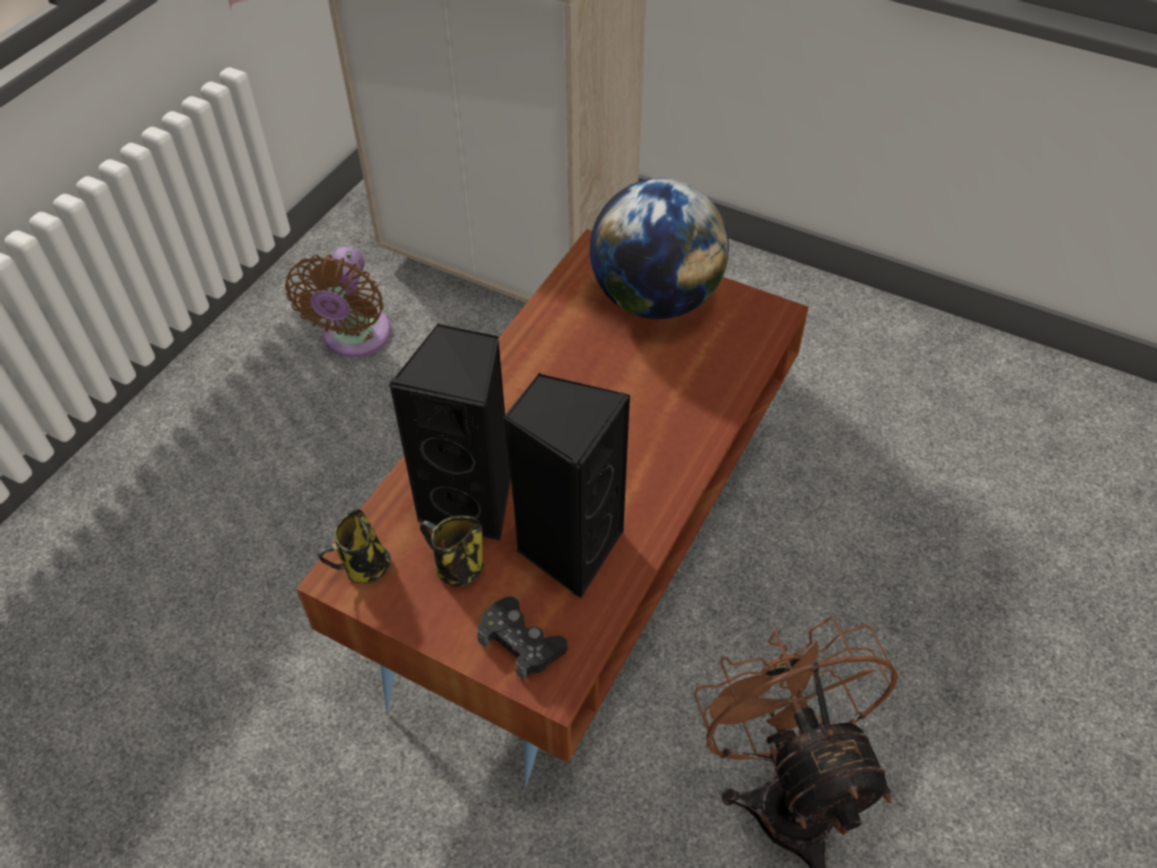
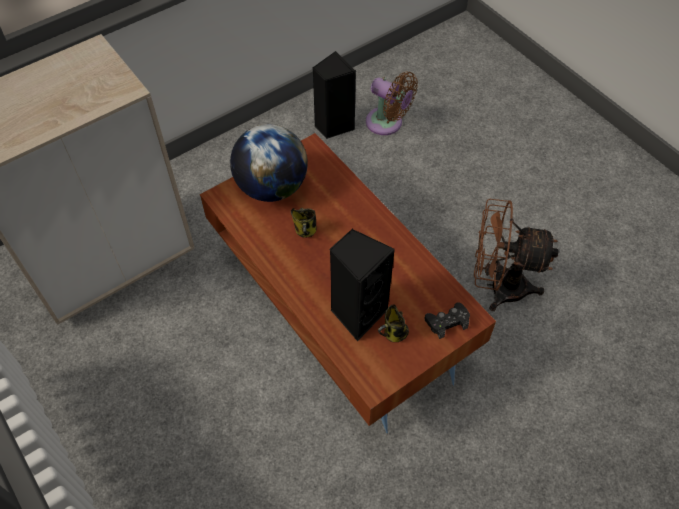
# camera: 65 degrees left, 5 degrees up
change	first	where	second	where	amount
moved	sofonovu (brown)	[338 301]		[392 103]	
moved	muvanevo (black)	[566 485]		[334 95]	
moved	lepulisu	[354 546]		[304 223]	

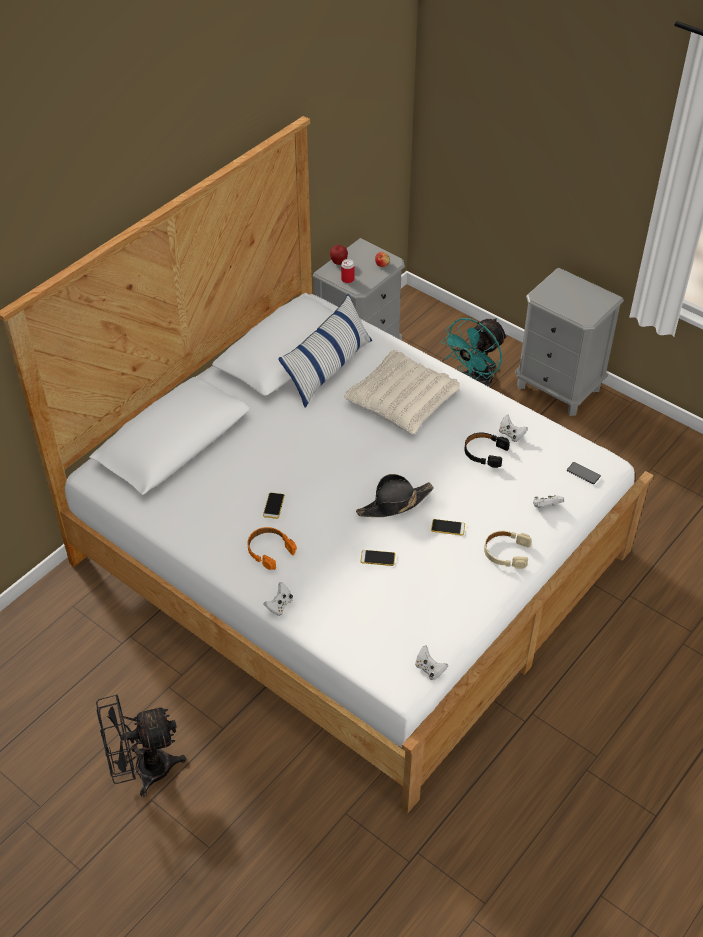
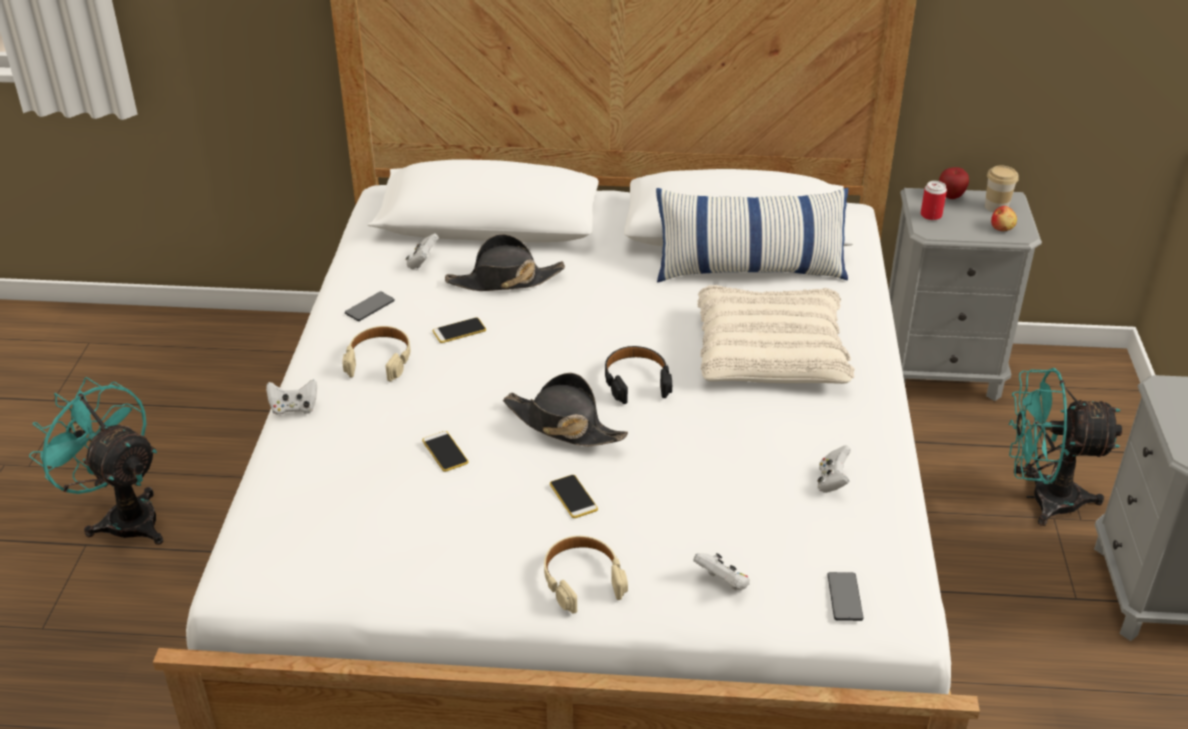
# camera: 55 degrees right, 10 degrees down
change	first	where	second	where	amount
moved	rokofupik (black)	[487 450]		[638 375]	
recoloured	rokofupik (orange)	[272 548]	rokofupik (beige)	[377 353]	
moved	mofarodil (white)	[431 663]		[422 251]	
recoloured	sofonovu (black)	[141 745]	sofonovu (turquoise)	[96 461]	
added			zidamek	[1002 188]	
added			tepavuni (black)	[505 262]	
added			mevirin	[370 306]	

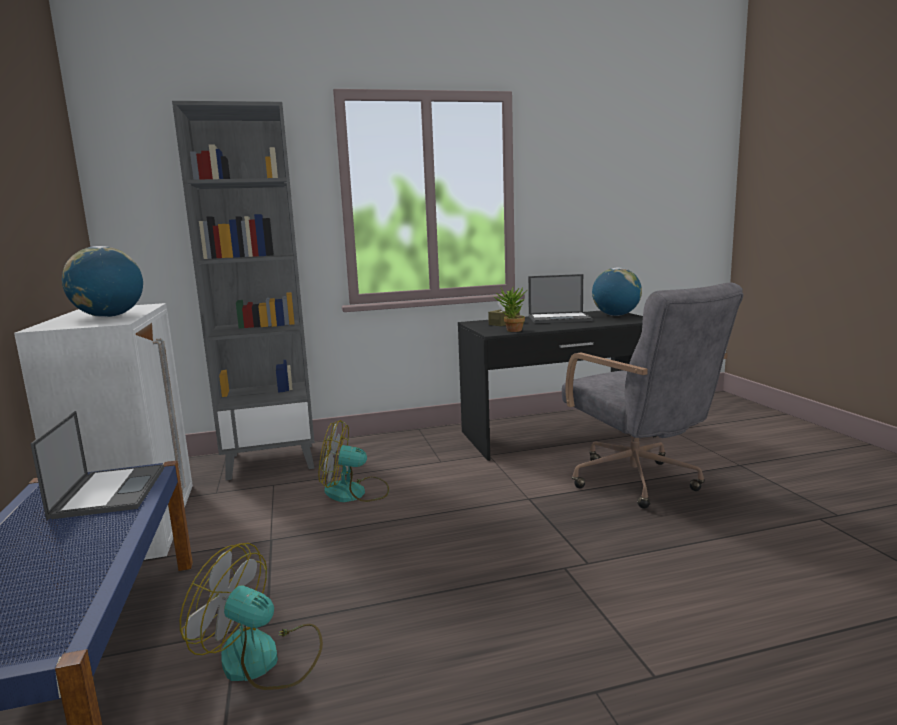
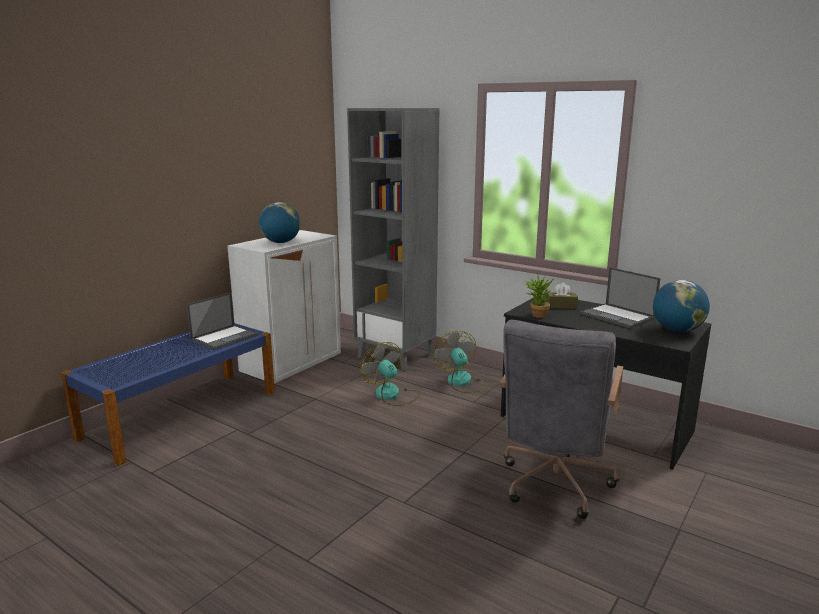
# camera: 50 degrees right, 5 degrees up
change	first	where	second	where	amount
moved	sofonovu	[251 616]		[462 362]	

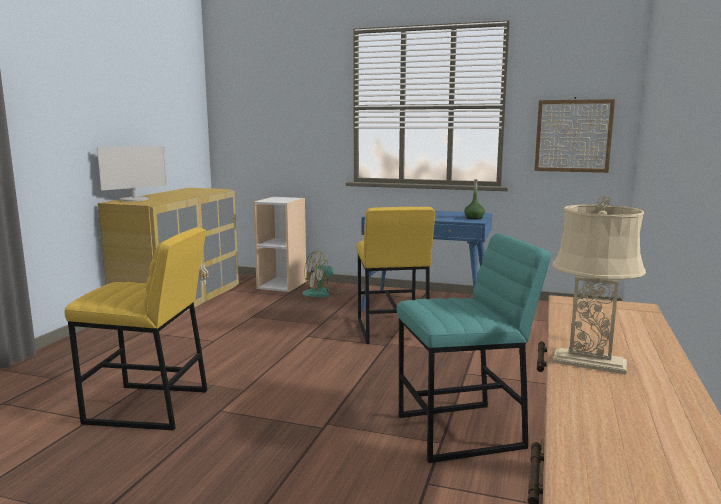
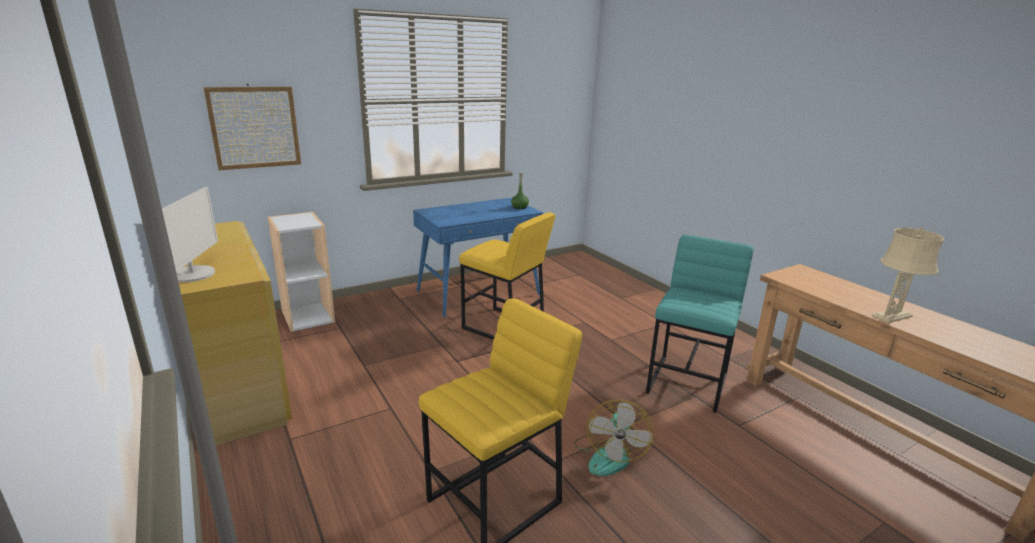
# camera: 50 degrees left, 10 degrees up
change	first	where	second	where	amount
moved	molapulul	[574 135]		[252 127]	
moved	sofonovu	[322 274]		[614 438]	

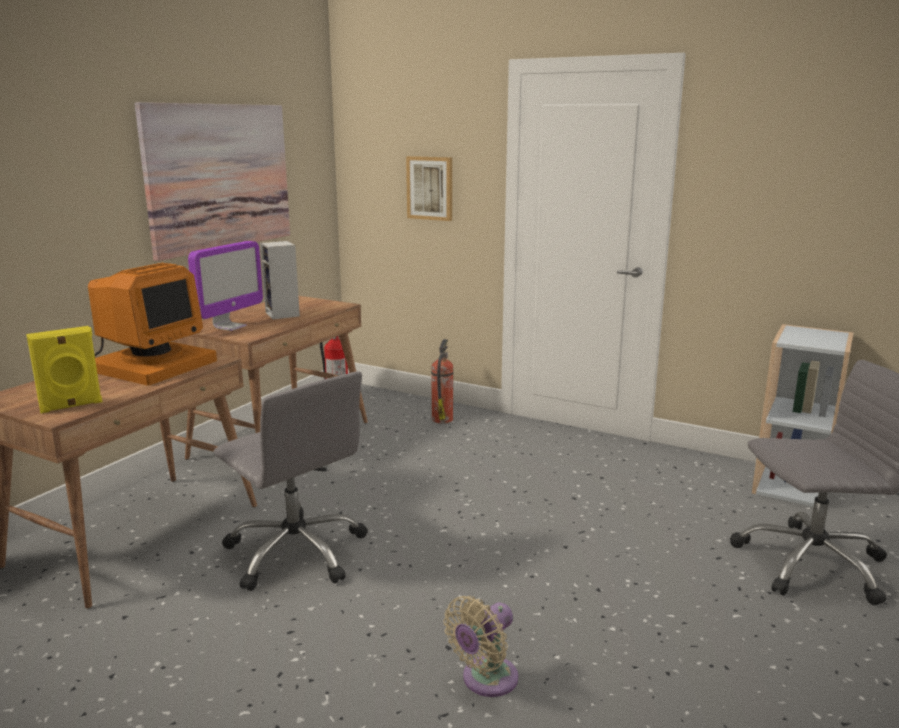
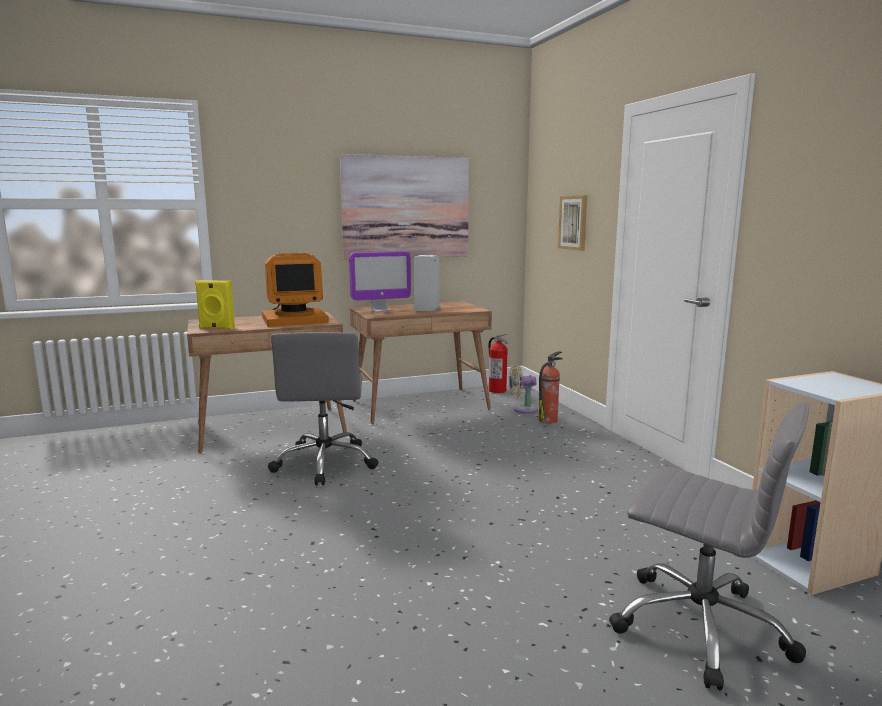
# camera: 40 degrees right, 5 degrees down
change	first	where	second	where	amount
moved	sofonovu (beige)	[481 646]		[523 389]	

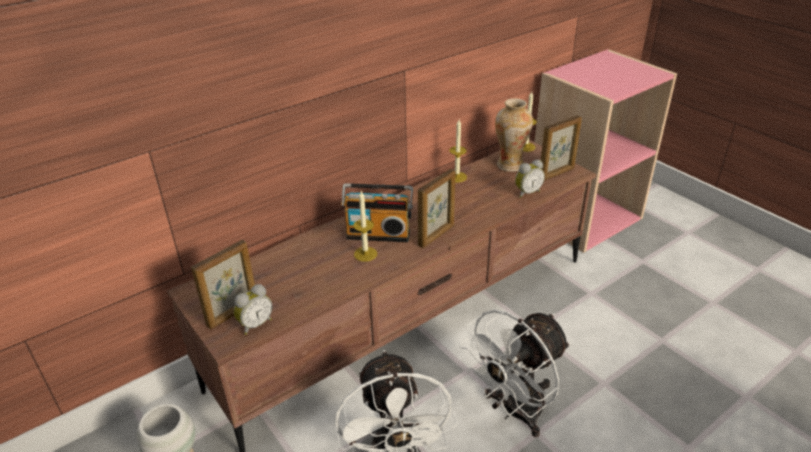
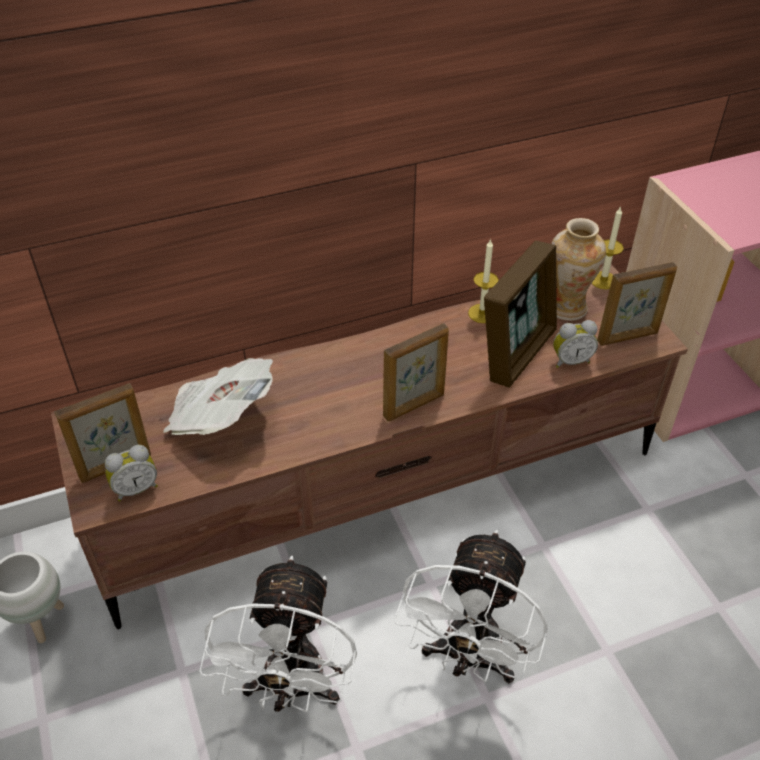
# camera: 15 degrees right, 10 degrees up
change	first	where	second	where	amount
removed	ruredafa	[377 212]			
removed	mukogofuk	[365 226]			
turned	sofonovu (white)	[514 373]		[471 606]	45 degrees counterclockwise
added			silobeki	[520 314]	
added			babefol	[218 396]	

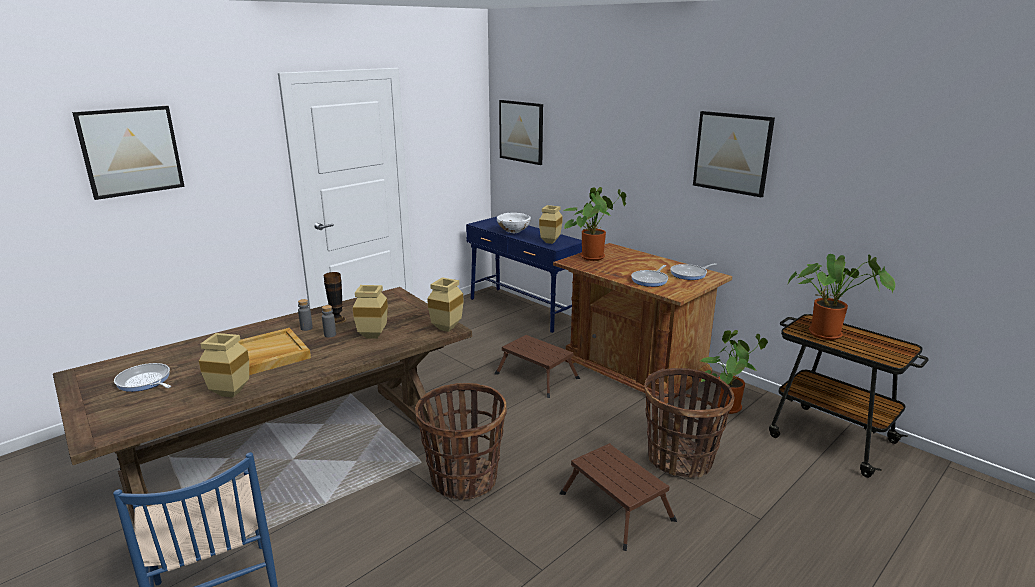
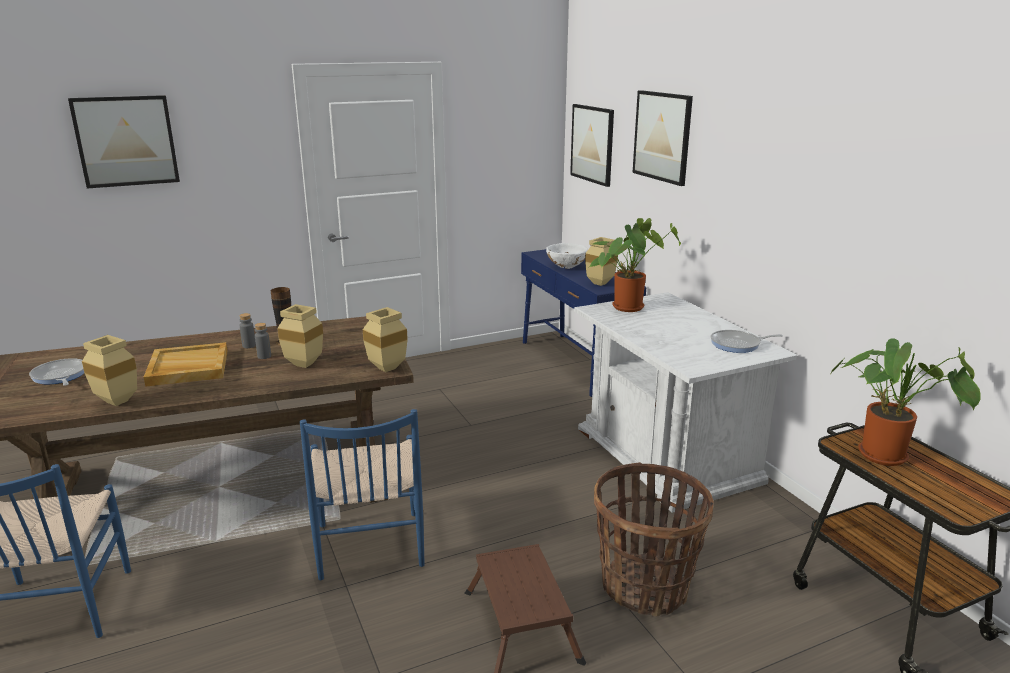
# camera: 20 degrees right, 0 degrees up
change	first	where	second	where	amount
moved	molapulul	[734 154]		[662 138]	
recoloured	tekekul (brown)	[642 323]	tekekul (white)	[685 402]	
removed	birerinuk	[649 276]			
removed	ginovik	[734 372]			
removed	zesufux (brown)	[537 366]			
replaced	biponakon	[461 441]	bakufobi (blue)	[362 494]	

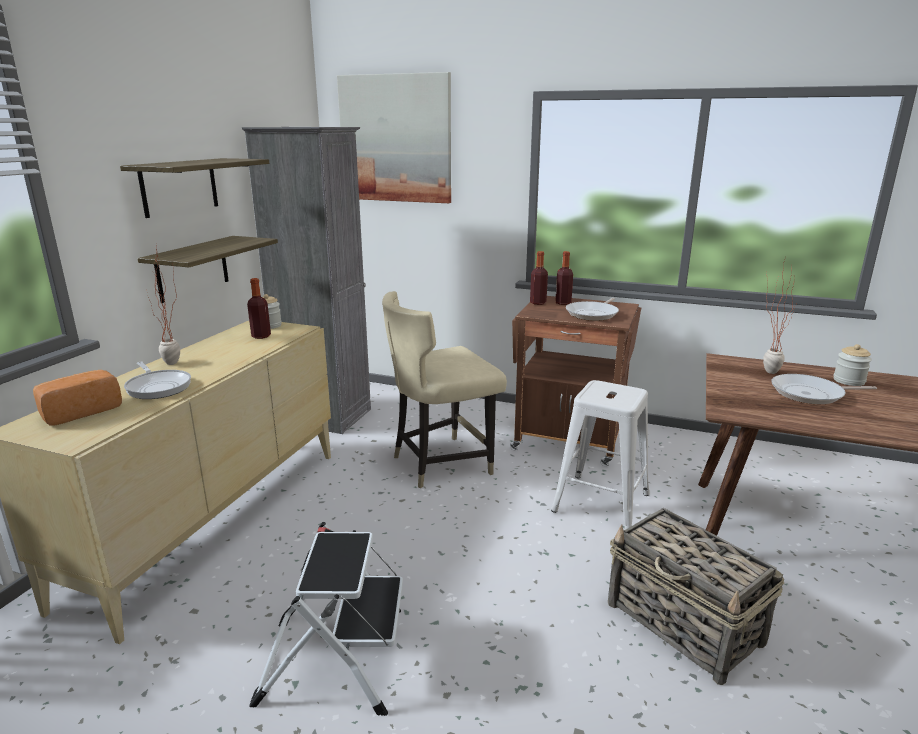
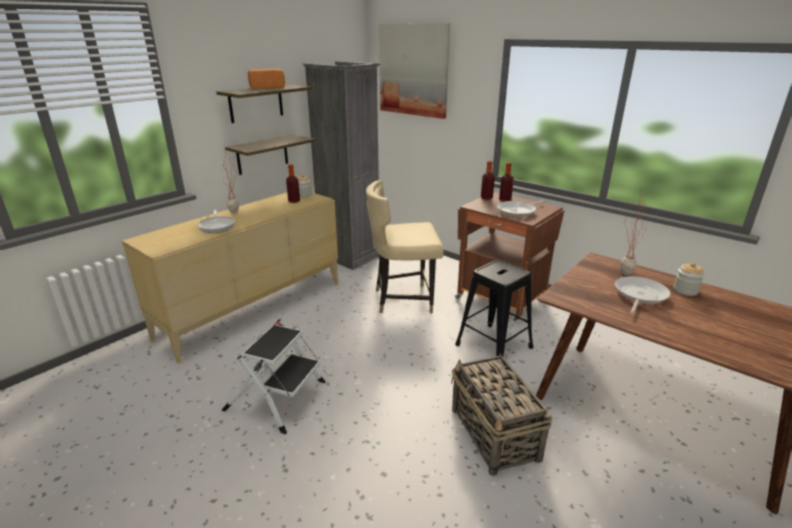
# camera: 20 degrees right, 5 degrees up
change	first	where	second	where	amount
moved	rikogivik	[77 397]		[266 79]	
turned	birerinuk	[824 389]		[643 295]	105 degrees clockwise
recoloured	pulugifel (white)	[600 455]	pulugifel (black)	[494 308]	

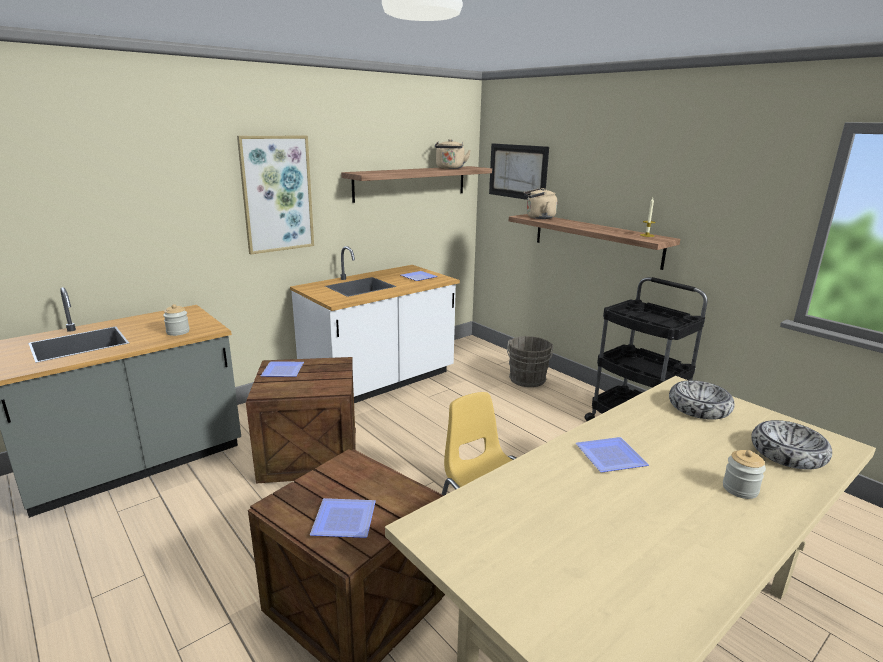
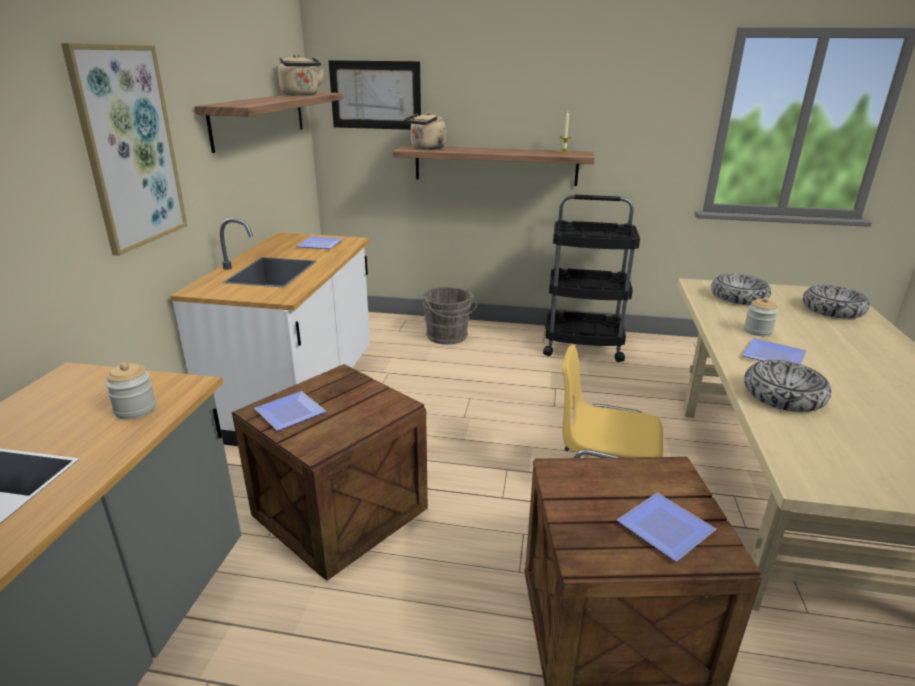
# camera: 40 degrees left, 5 degrees up
change	first	where	second	where	amount
moved	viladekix	[744 474]		[761 316]	
added			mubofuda	[787 386]	

